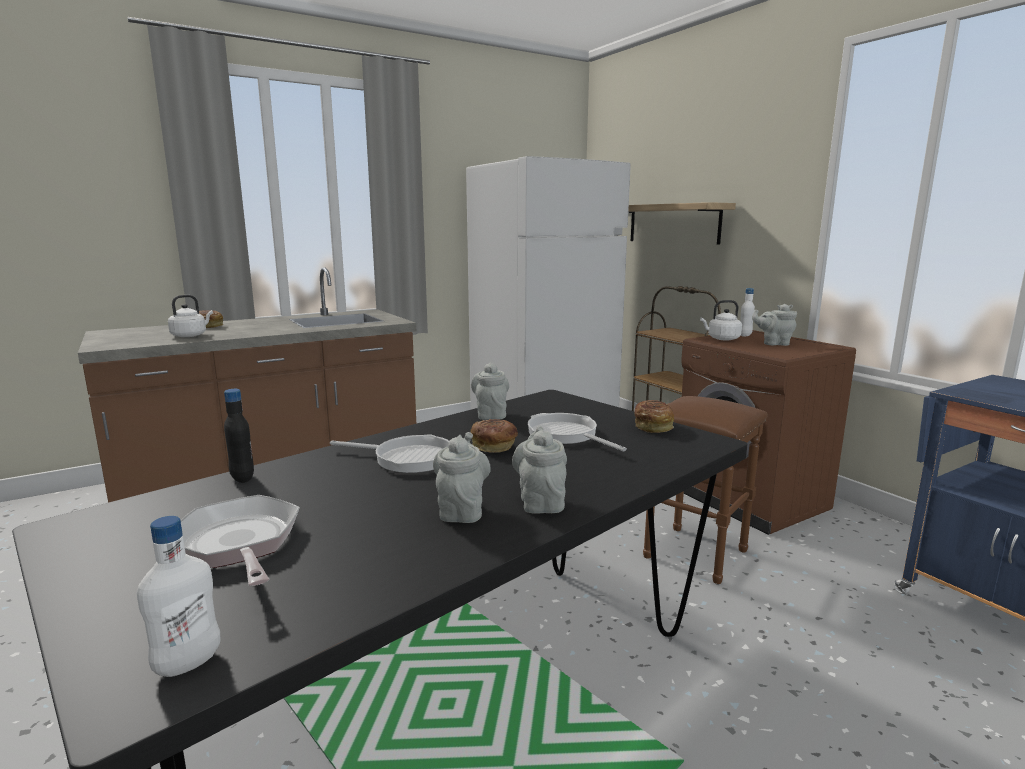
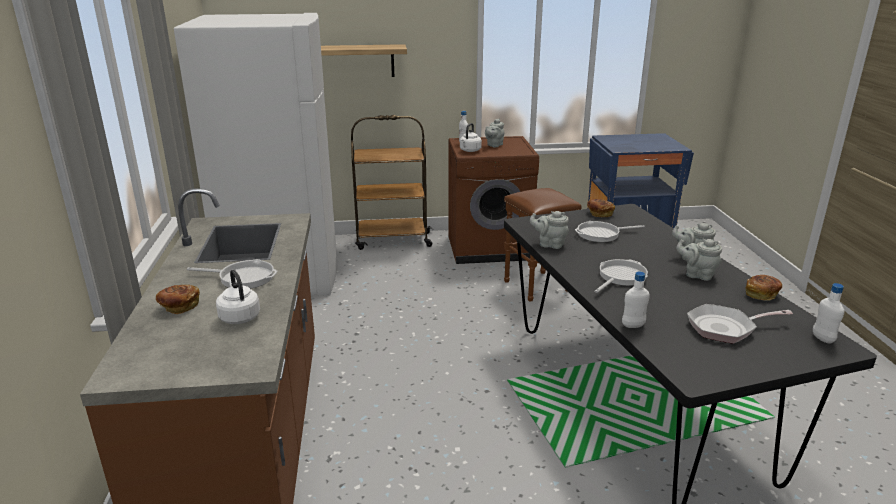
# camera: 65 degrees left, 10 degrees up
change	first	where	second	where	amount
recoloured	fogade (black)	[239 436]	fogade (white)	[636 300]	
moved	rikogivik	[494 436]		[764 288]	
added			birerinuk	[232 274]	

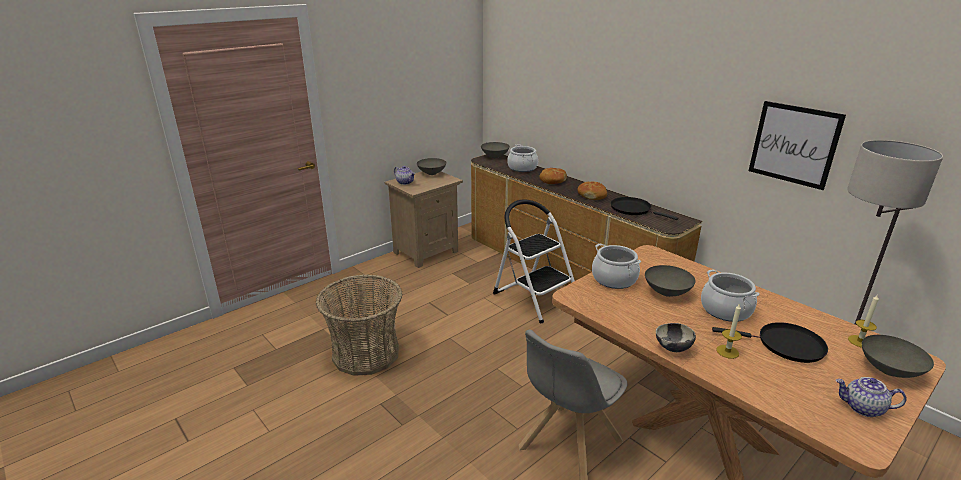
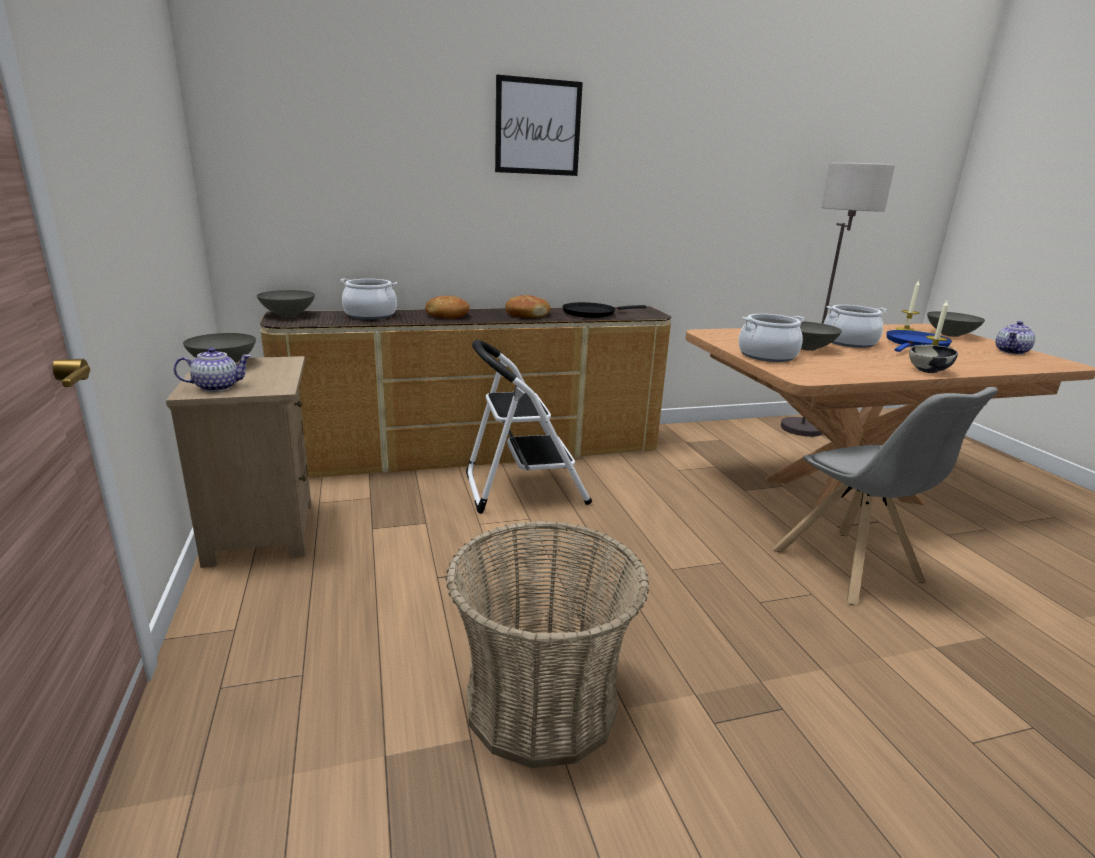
# camera: 65 degrees left, 5 degrees down
change	first	where	second	where	amount
moved	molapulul	[797 145]		[539 125]	
recoloured	birerinuk (black)	[770 342]	birerinuk (blue)	[919 341]	

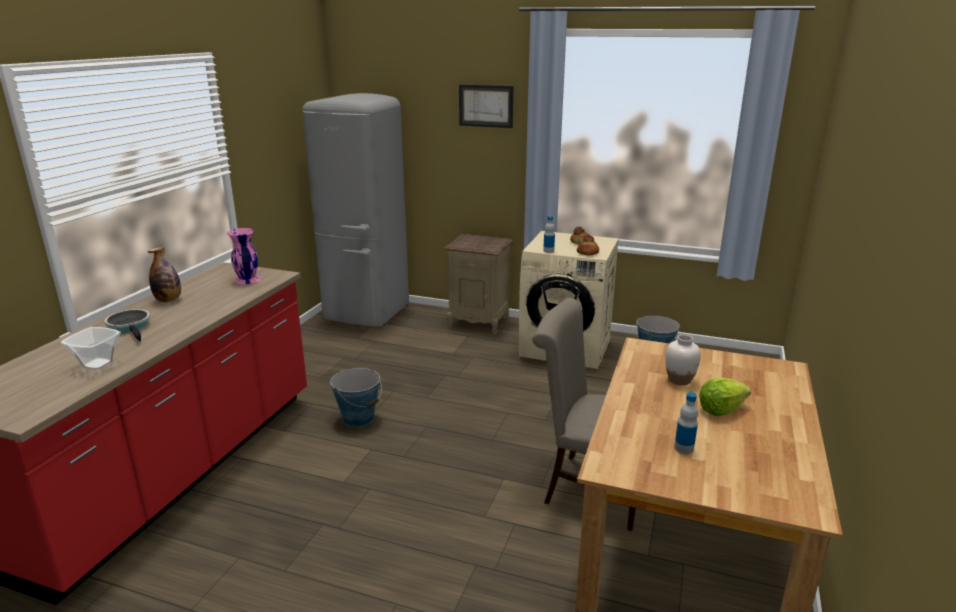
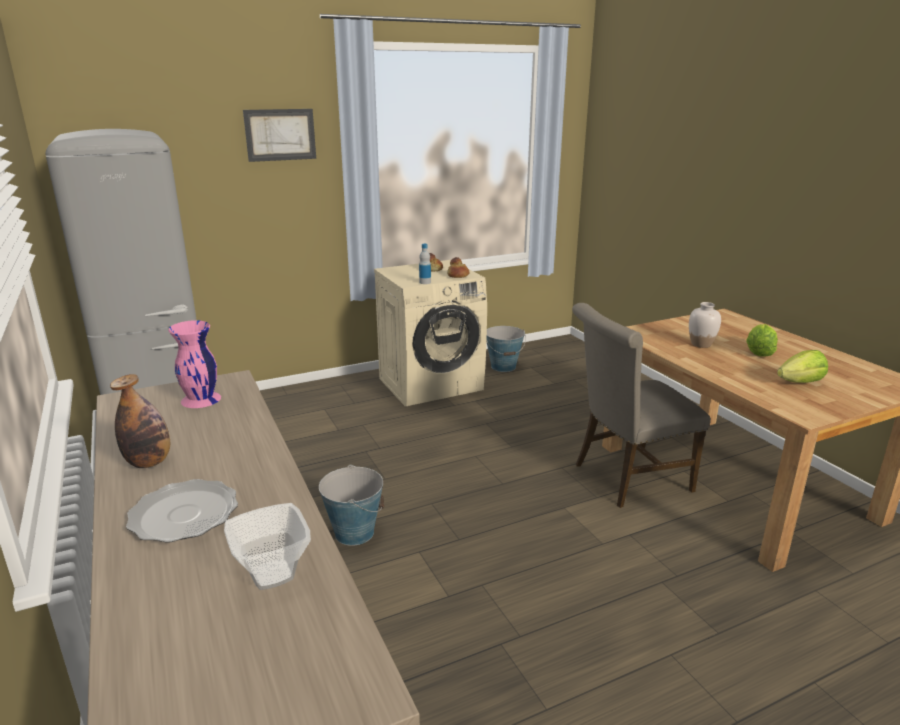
# camera: 45 degrees left, 0 degrees up
change	first	where	second	where	amount
removed	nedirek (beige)	[478 284]			
replaced	birerinuk	[127 325]	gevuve	[182 511]	
replaced	fogade	[686 423]	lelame	[802 366]	

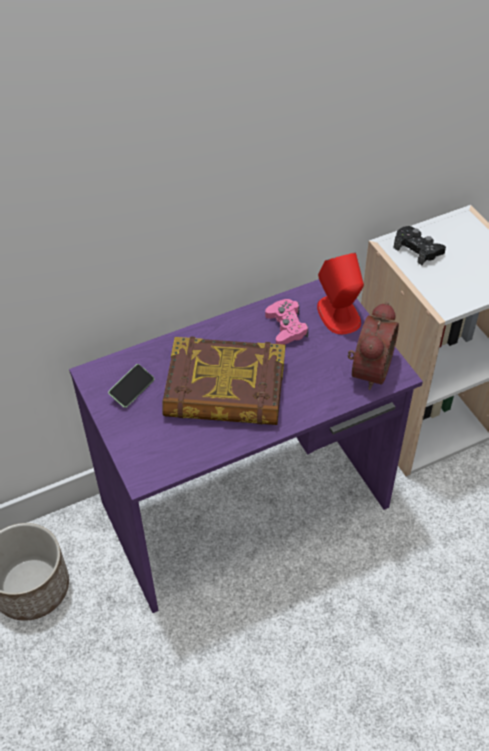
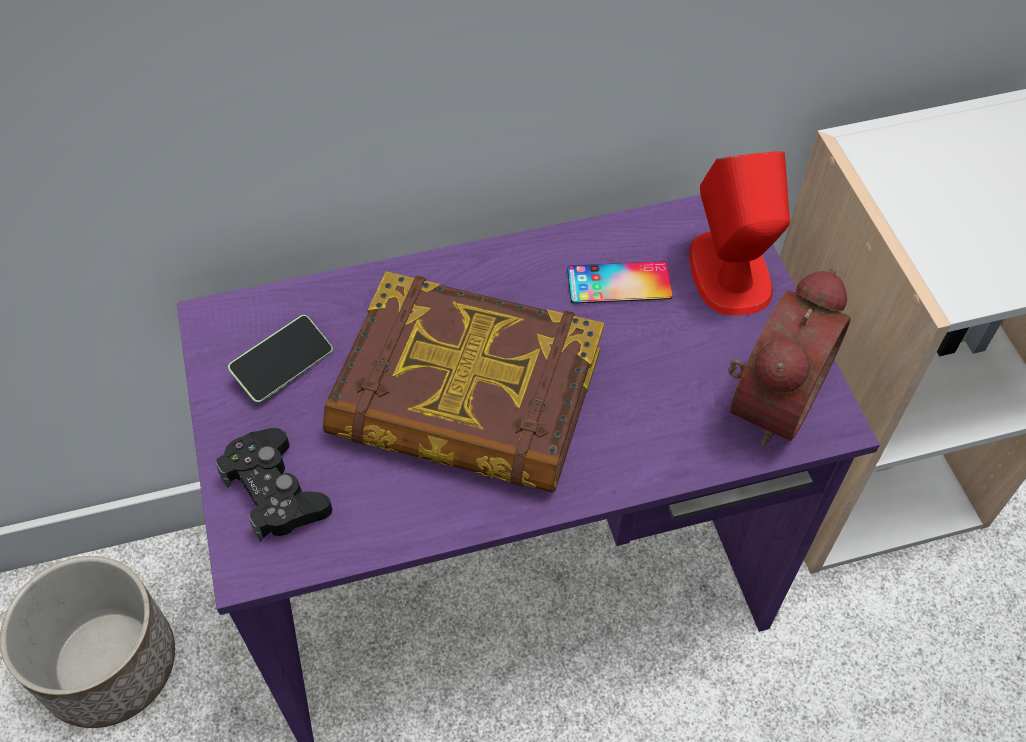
# camera: 10 degrees right, 5 degrees up
change	first	where	second	where	amount
moved	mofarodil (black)	[419 245]		[273 485]	
replaced	mofarodil (pink)	[286 322]	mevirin	[620 282]	

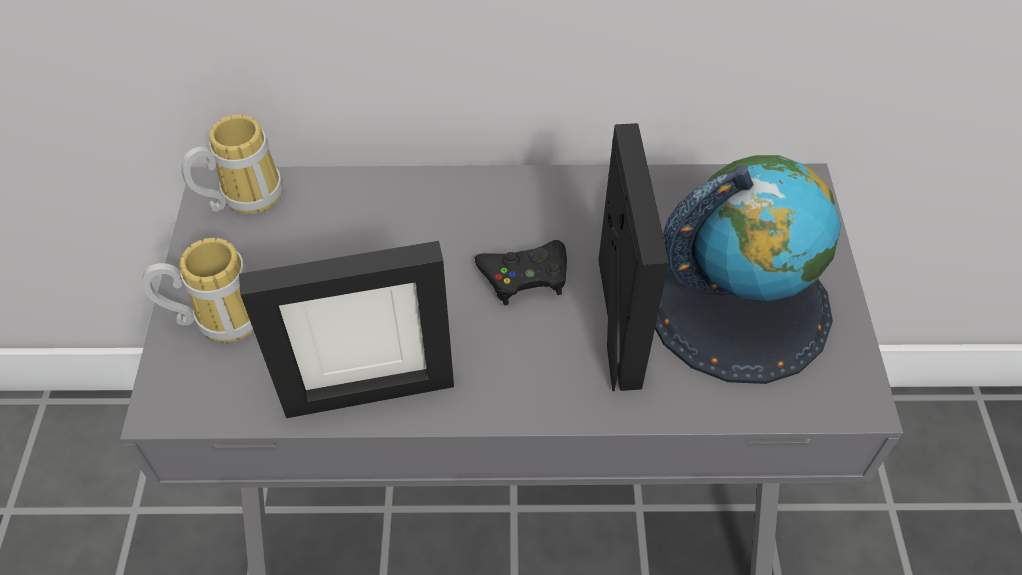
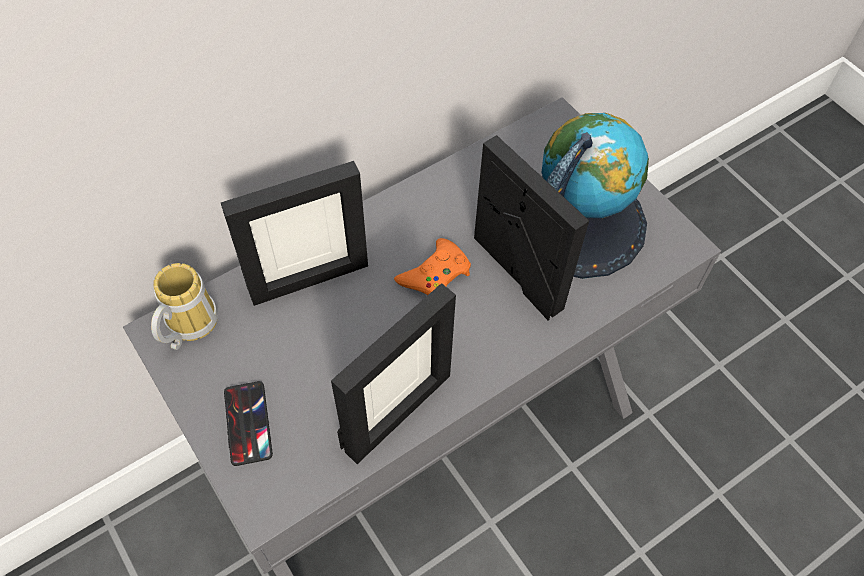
# camera: 35 degrees left, 5 degrees up
change	first	where	second	where	amount
replaced	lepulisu	[198 290]	mevirin	[248 423]	
recoloured	mofarodil (black)	[520 272]	mofarodil (orange)	[432 266]	
added			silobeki	[294 233]	

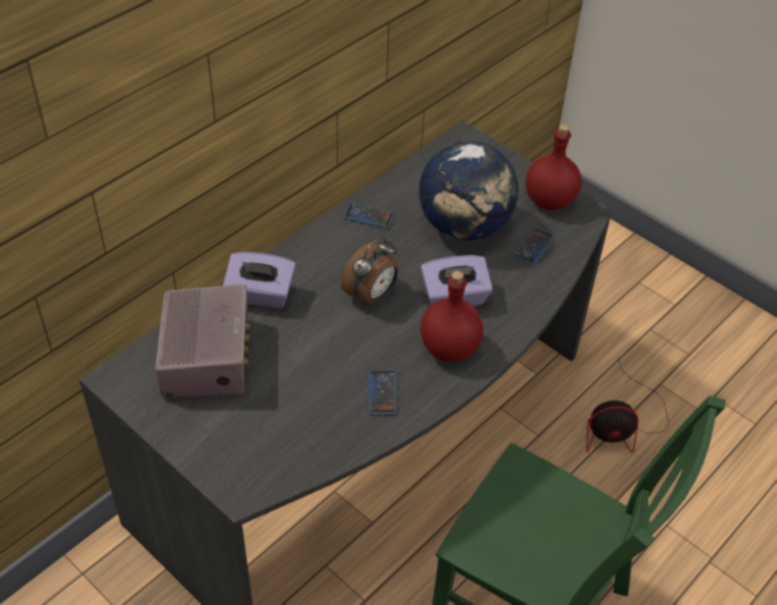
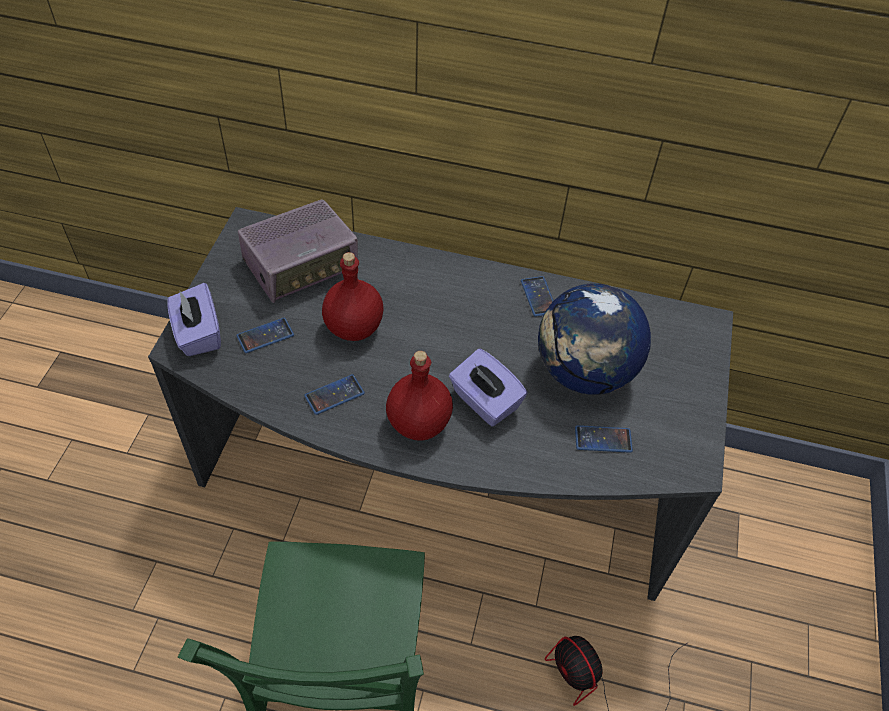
# camera: 60 degrees right, 5 degrees up
change	first	where	second	where	amount
moved	fogade (red)	[553 167]		[352 296]	
removed	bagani	[370 271]			
moved	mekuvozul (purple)	[259 280]		[194 319]	
added			mevirin	[265 335]	

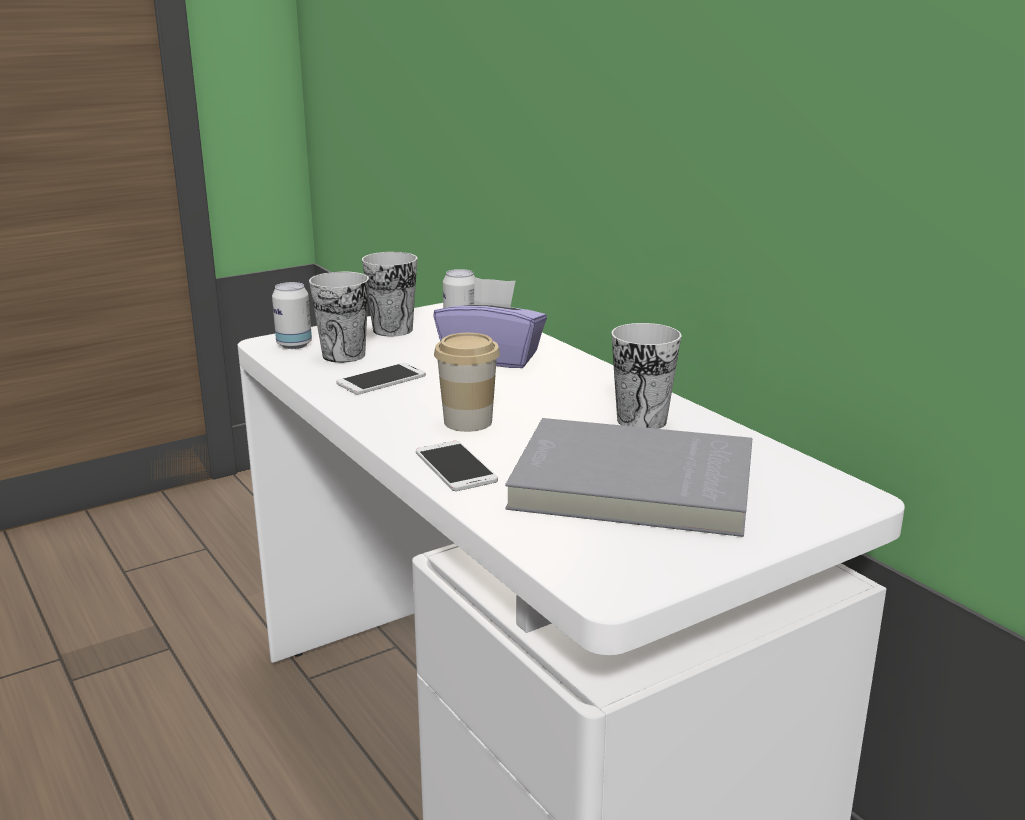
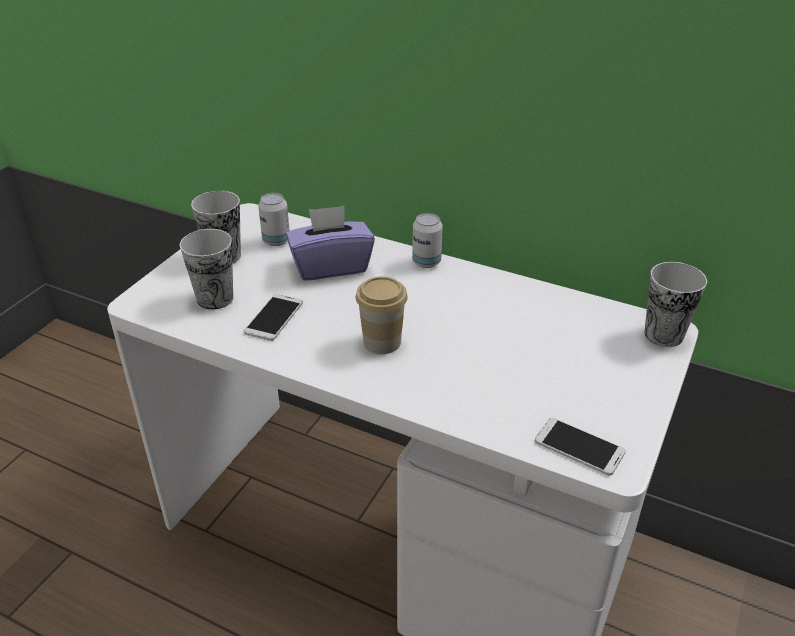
# camera: 30 degrees left, 15 degrees up
change	first	where	second	where	amount
moved	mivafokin	[292 315]		[427 240]	
moved	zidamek	[646 376]		[676 304]	
removed	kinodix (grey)	[628 477]			
moved	mevirin	[457 466]		[580 447]	

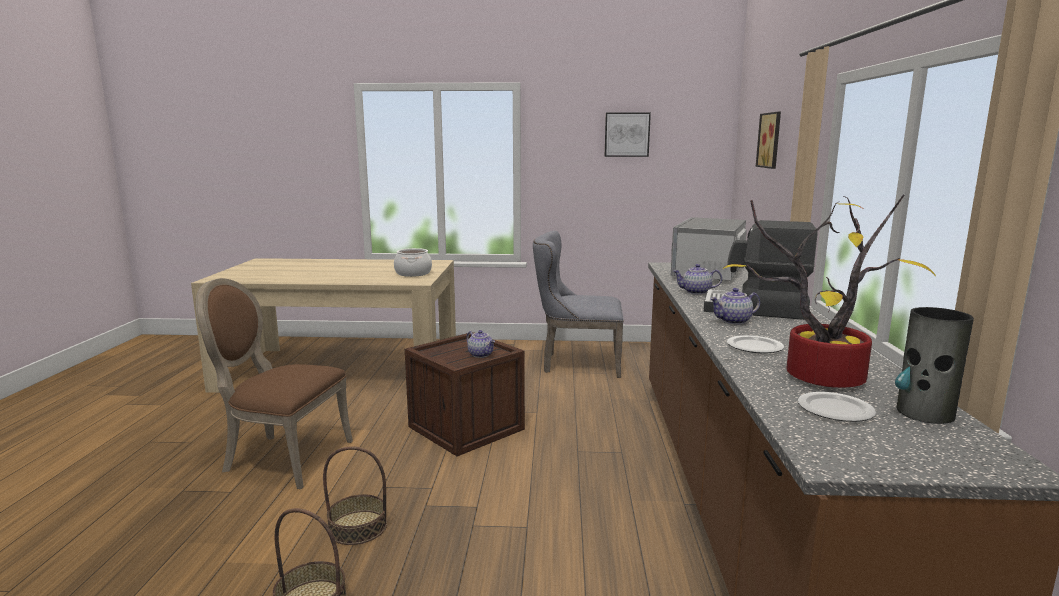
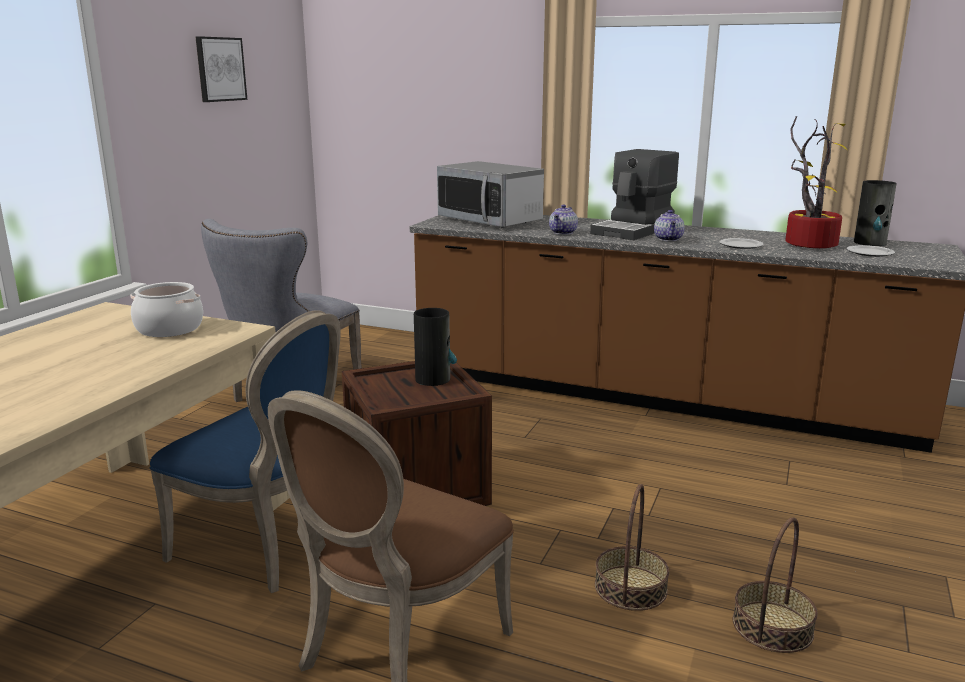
# camera: 70 degrees left, 5 degrees up
change	first	where	second	where	amount
removed	molapulul	[768 140]			
replaced	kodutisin	[480 344]	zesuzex	[435 347]	
added			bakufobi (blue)	[245 451]	

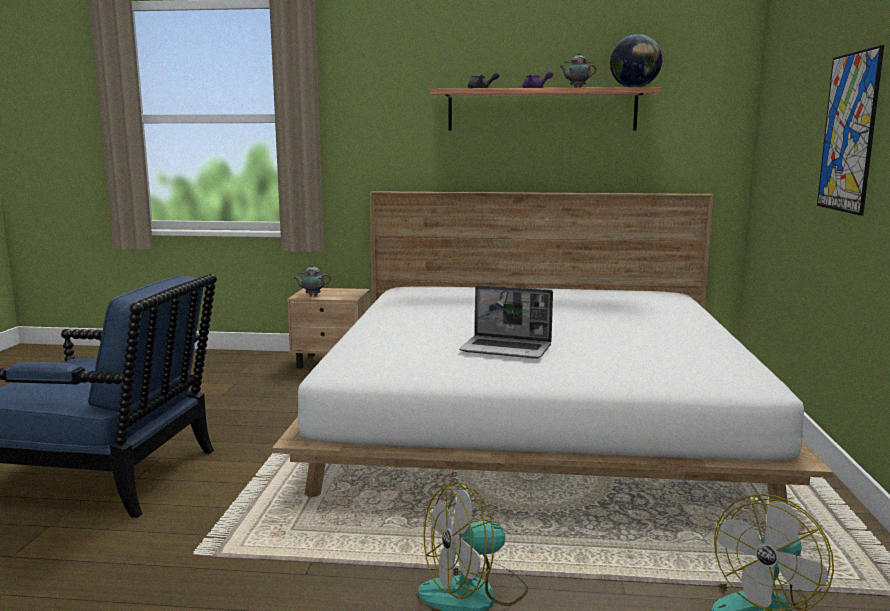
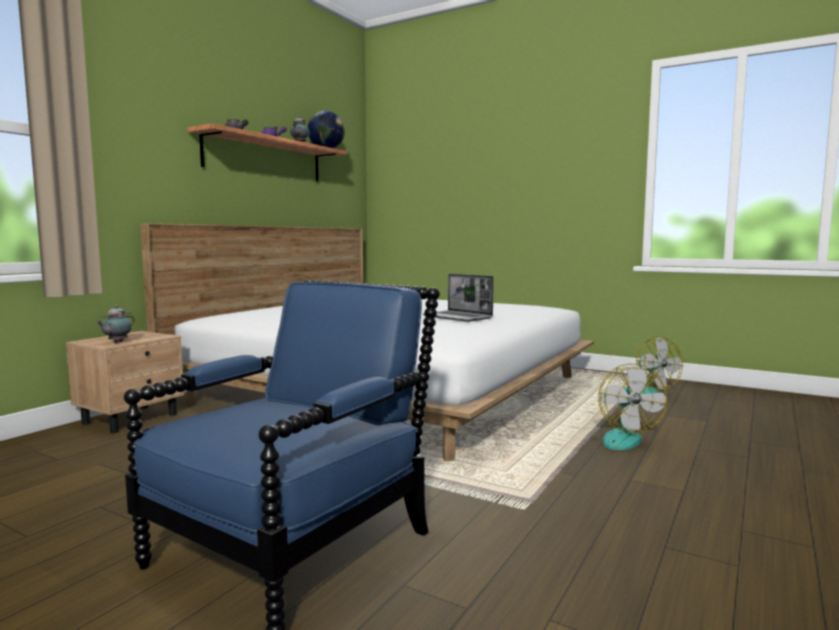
# camera: 65 degrees left, 5 degrees down
change	first	where	second	where	amount
removed	molapulul	[850 130]			
turned	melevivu	[506 322]		[458 298]	90 degrees clockwise

